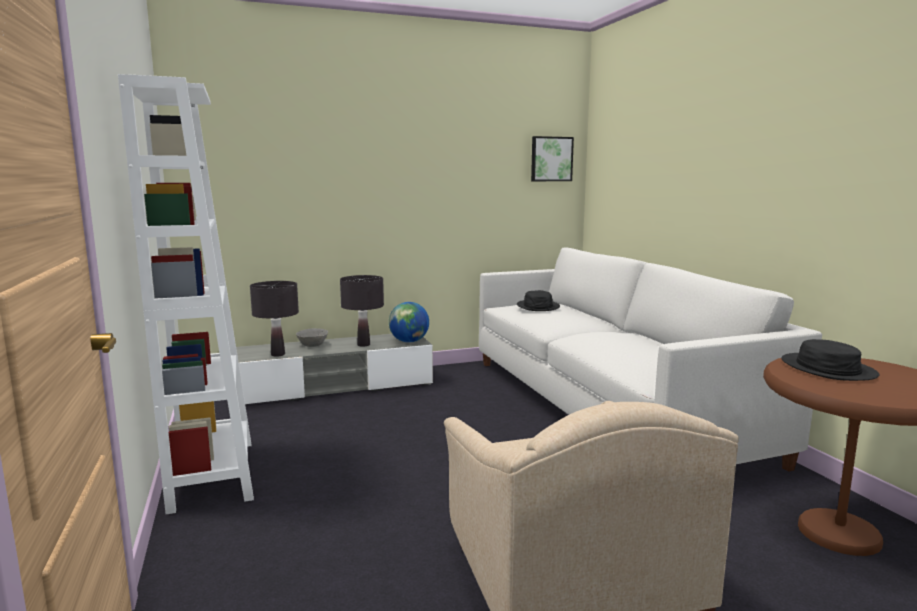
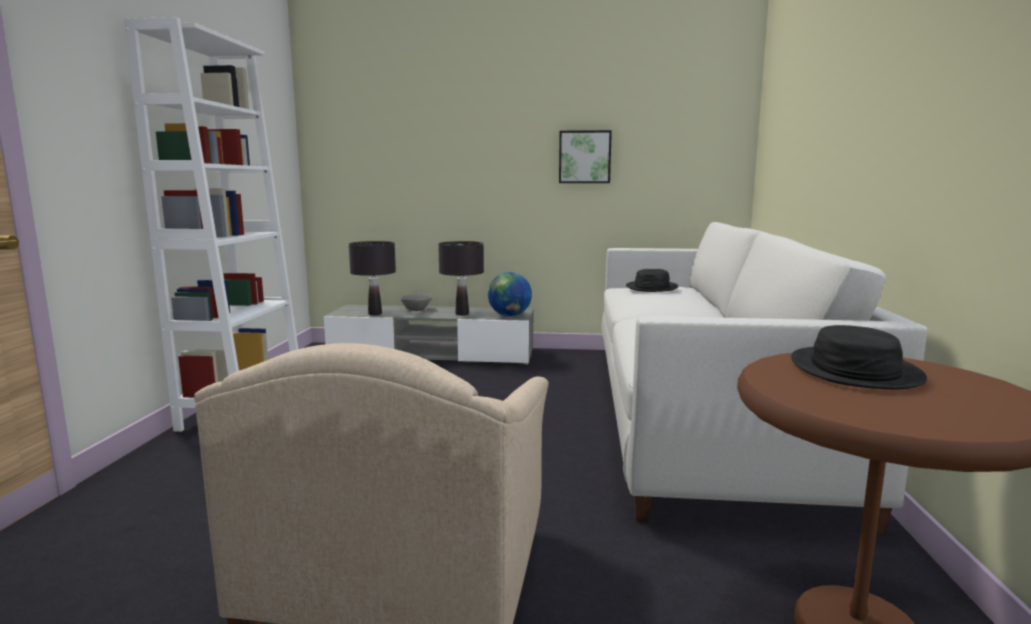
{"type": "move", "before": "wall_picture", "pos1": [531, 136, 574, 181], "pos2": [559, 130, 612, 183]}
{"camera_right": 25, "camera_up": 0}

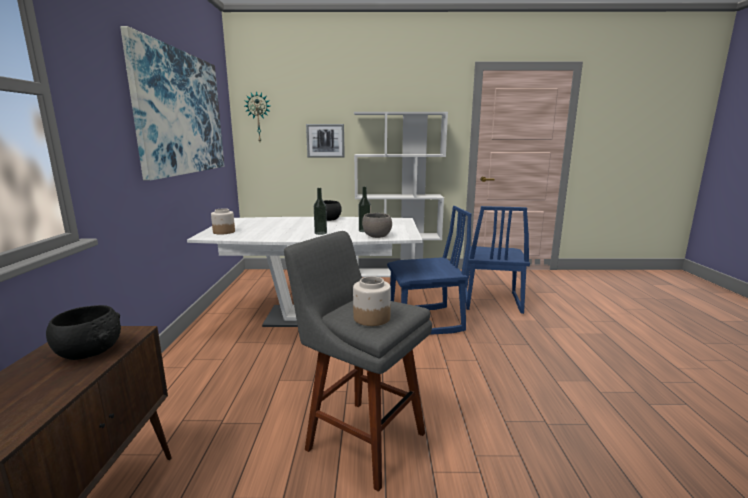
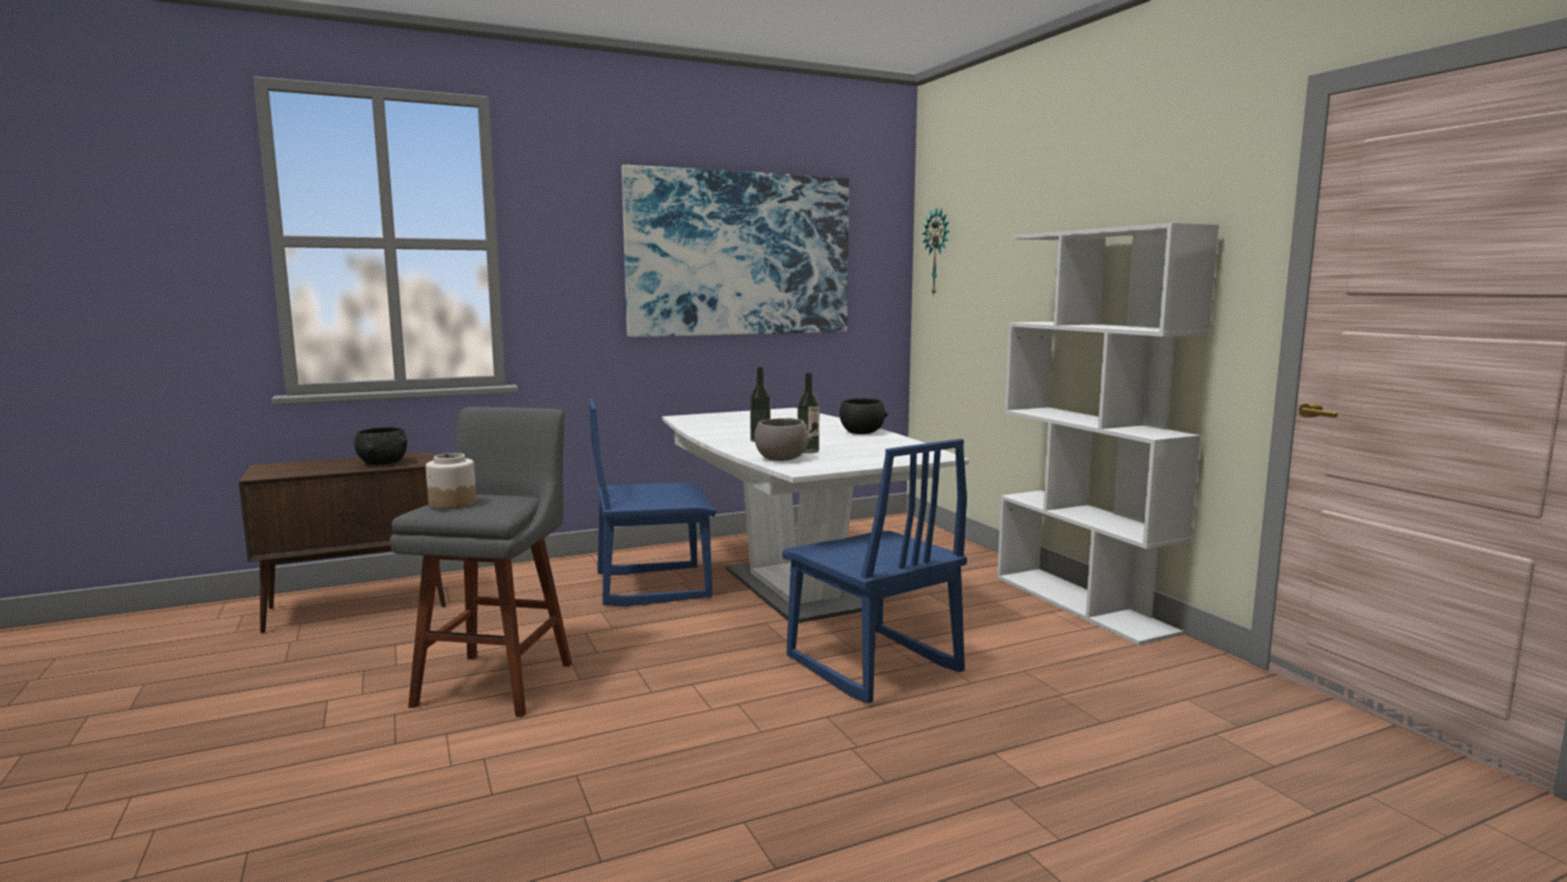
{"type": "delete", "before": "jar", "pos1": [211, 208, 235, 235]}
{"type": "delete", "before": "wall_picture", "pos1": [306, 124, 345, 158]}
{"type": "move", "before": "blue_chair", "pos1": [465, 206, 530, 314], "pos2": [589, 398, 716, 607]}
{"camera_right": 65, "camera_up": -5}

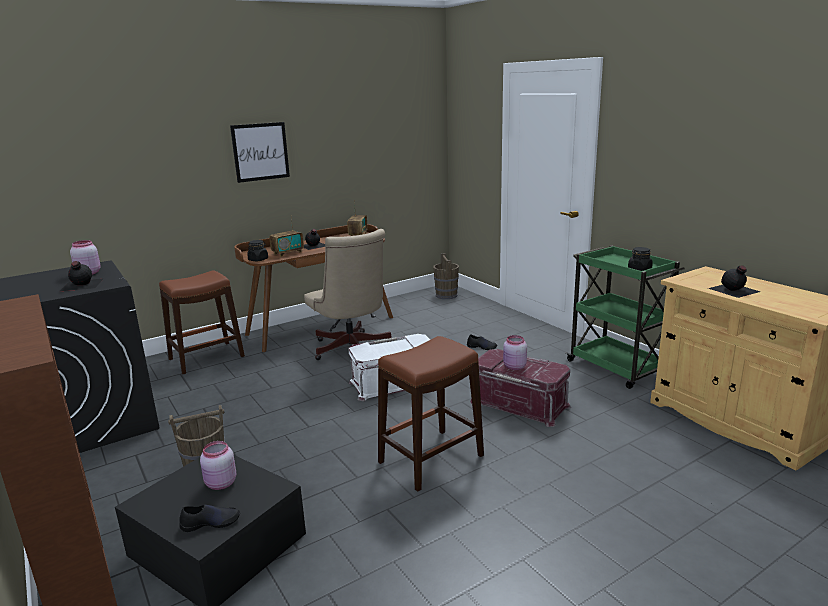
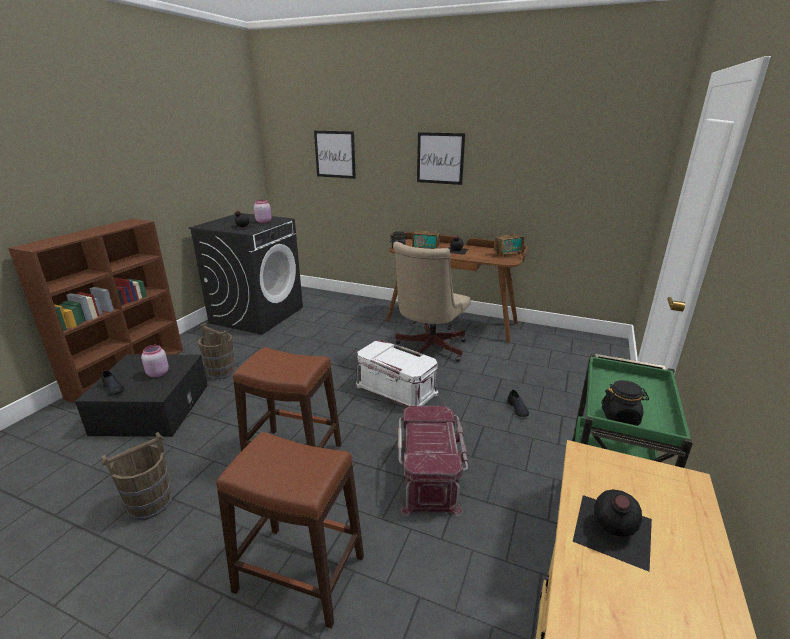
{"type": "move", "before": "brown_stool", "pos1": [159, 270, 245, 374], "pos2": [216, 432, 364, 629]}
{"type": "move", "before": "brown_pail", "pos1": [433, 253, 459, 299], "pos2": [102, 432, 172, 521]}
{"type": "delete", "before": "pinkish_jar", "pos1": [503, 335, 527, 370]}
{"type": "insert", "after": "wall_picture", "pos2": [314, 131, 356, 179]}
{"camera_right": 55, "camera_up": 5}

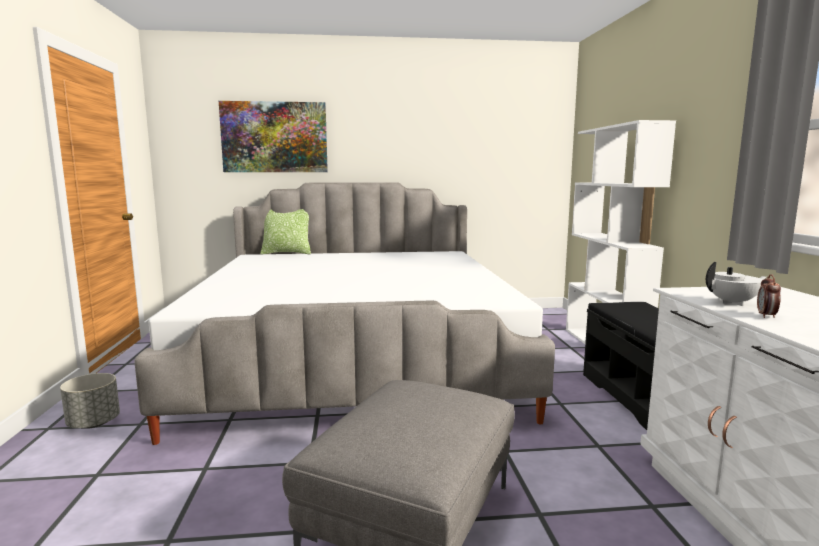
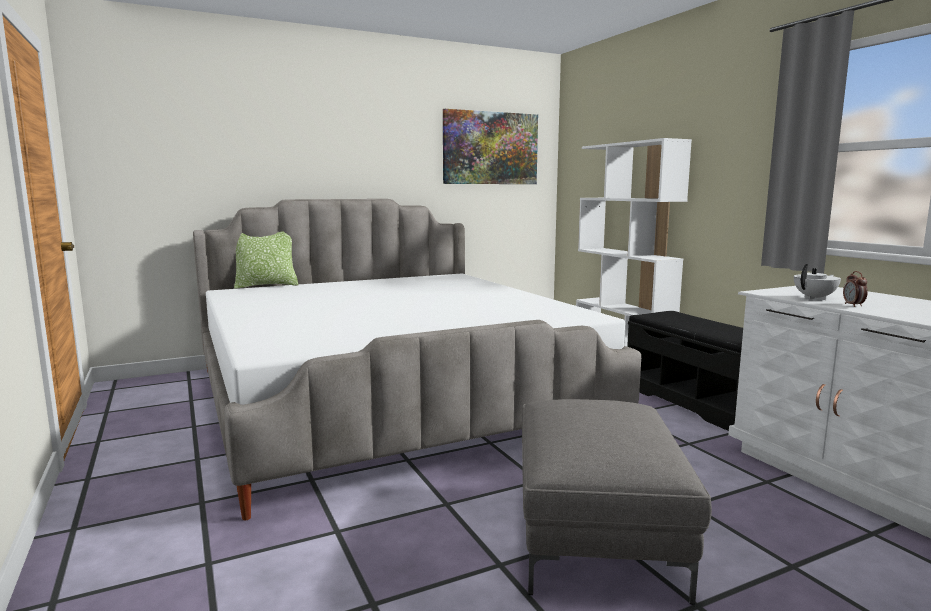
{"type": "delete", "before": "greyish_plant_pot", "pos1": [60, 373, 120, 429]}
{"type": "move", "before": "wall_picture", "pos1": [219, 101, 328, 172], "pos2": [443, 109, 538, 184]}
{"camera_right": -20, "camera_up": 0}

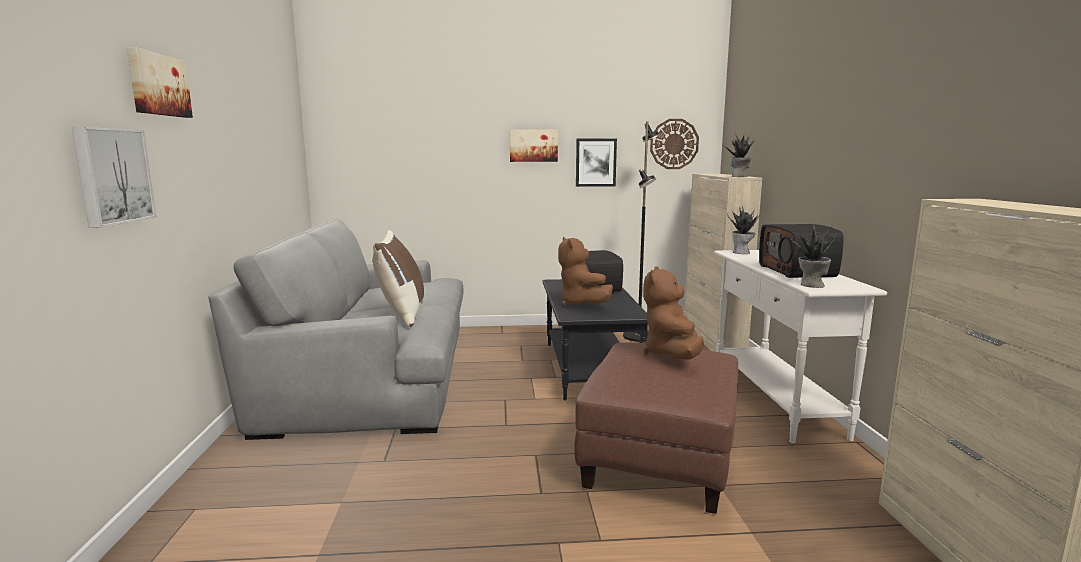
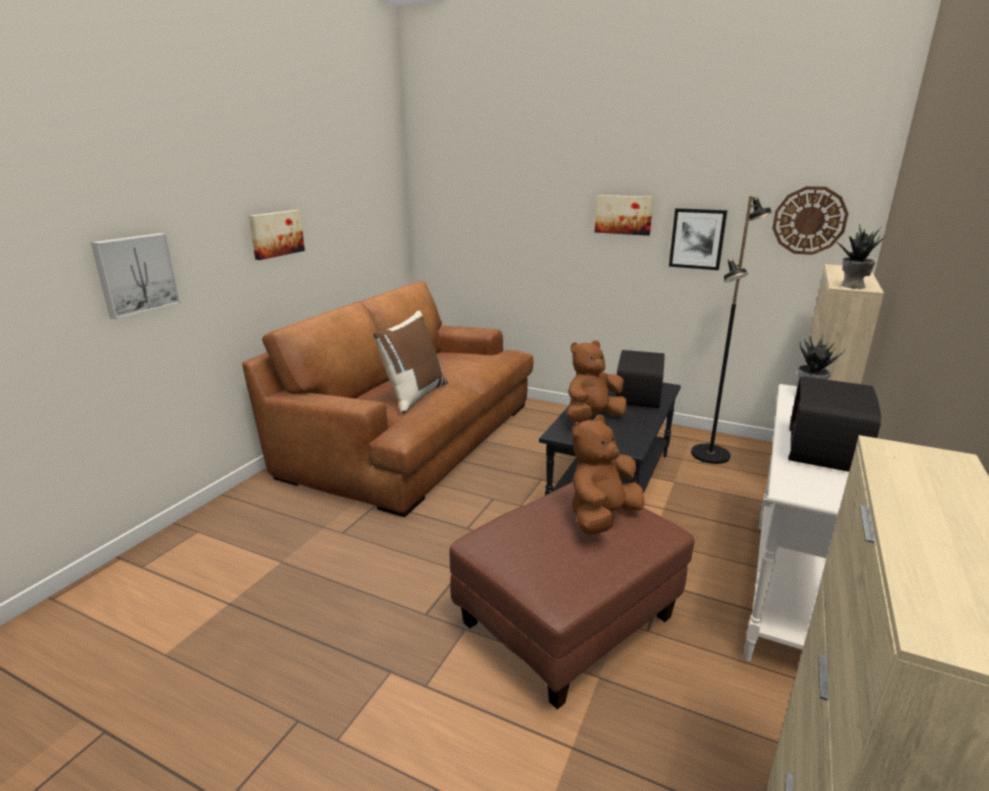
{"type": "move", "before": "wall_picture", "pos1": [127, 47, 193, 118], "pos2": [249, 210, 305, 260]}
{"type": "recolor", "before": "greyish_couch", "after": "brown_couch", "pos1": [208, 219, 463, 440], "pos2": [242, 281, 533, 517]}
{"type": "rotate", "before": "brown_plush_toy", "pos1": [558, 237, 613, 306], "pos2": [567, 340, 627, 422], "turn": 45}
{"type": "delete", "before": "plant_in_a_pot", "pos1": [790, 223, 836, 288]}
{"camera_right": 30, "camera_up": 10}

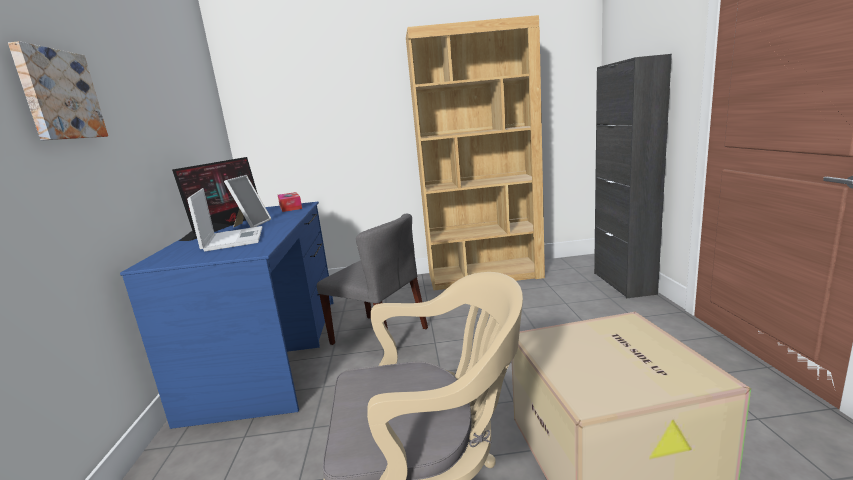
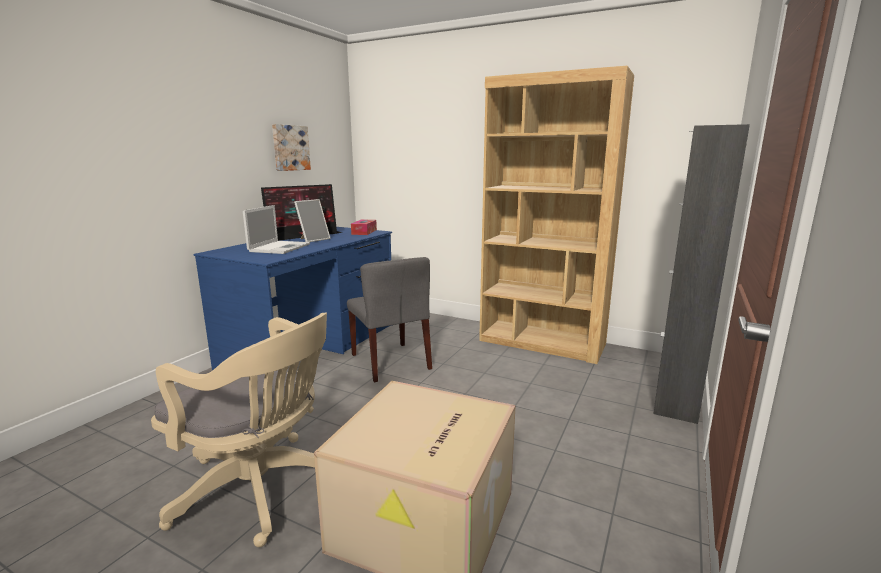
{"type": "move", "before": "wall_picture", "pos1": [8, 41, 108, 141], "pos2": [272, 124, 311, 171]}
{"camera_right": 30, "camera_up": 0}

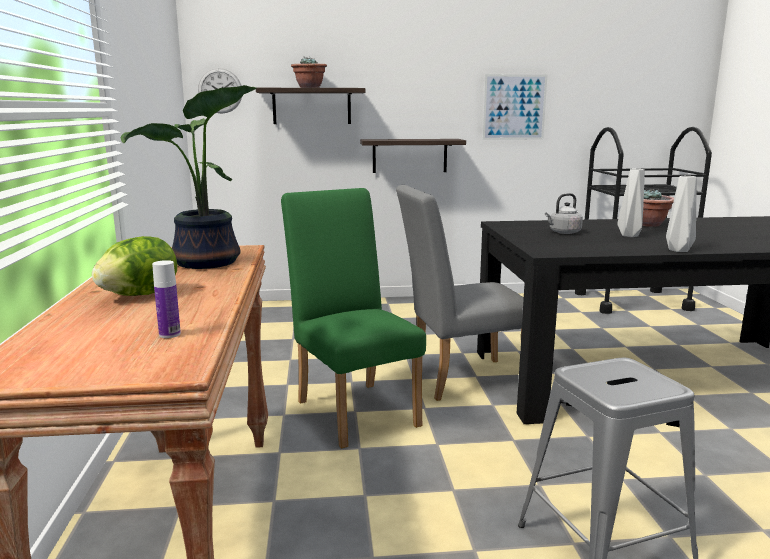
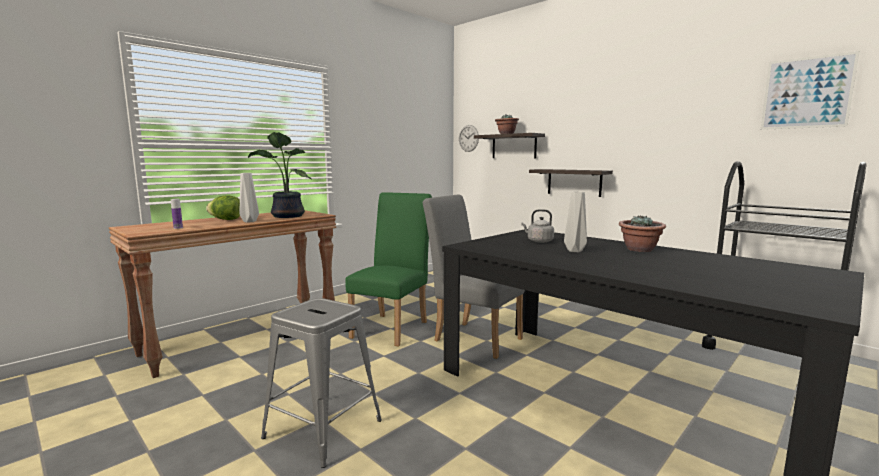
{"type": "move", "before": "wall_picture", "pos1": [483, 74, 547, 140], "pos2": [761, 51, 860, 130]}
{"type": "move", "before": "greyish_flower_vase", "pos1": [666, 176, 696, 252], "pos2": [240, 173, 259, 223]}
{"camera_right": 50, "camera_up": -5}

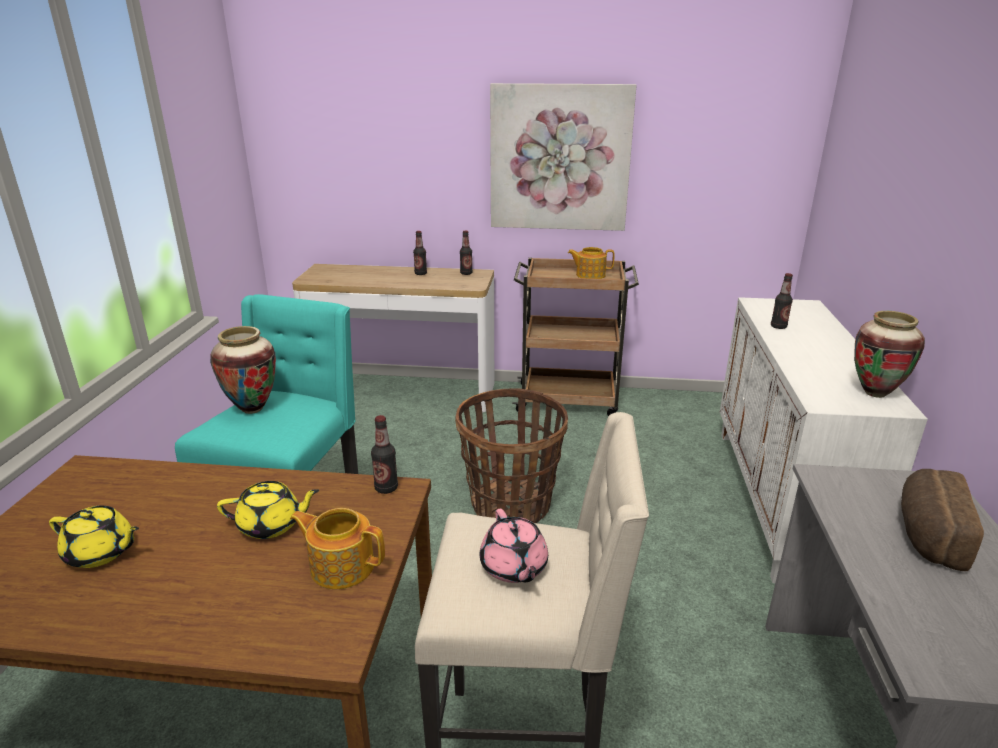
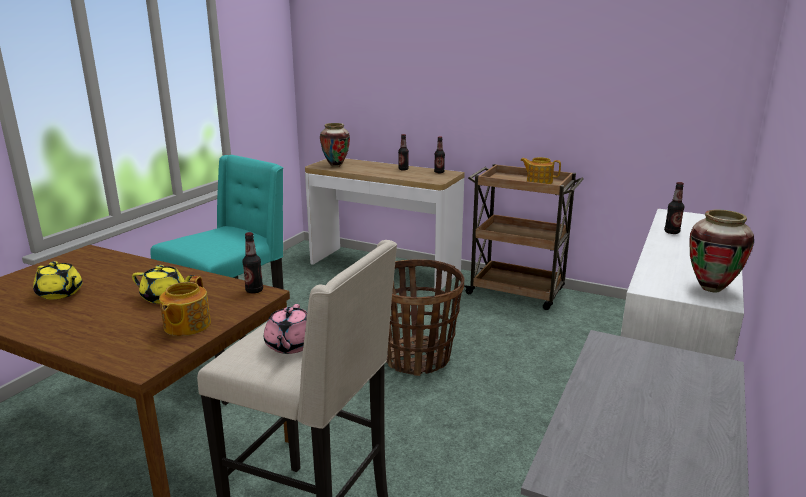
{"type": "move", "before": "flower_vase", "pos1": [210, 326, 276, 414], "pos2": [320, 123, 350, 167]}
{"type": "rotate", "before": "tea_pot", "pos1": [290, 508, 385, 589], "pos2": [159, 276, 211, 336], "turn": -120}
{"type": "delete", "before": "wall_picture", "pos1": [490, 83, 637, 231]}
{"type": "delete", "before": "bread", "pos1": [901, 469, 984, 571]}
{"camera_right": 20, "camera_up": -5}

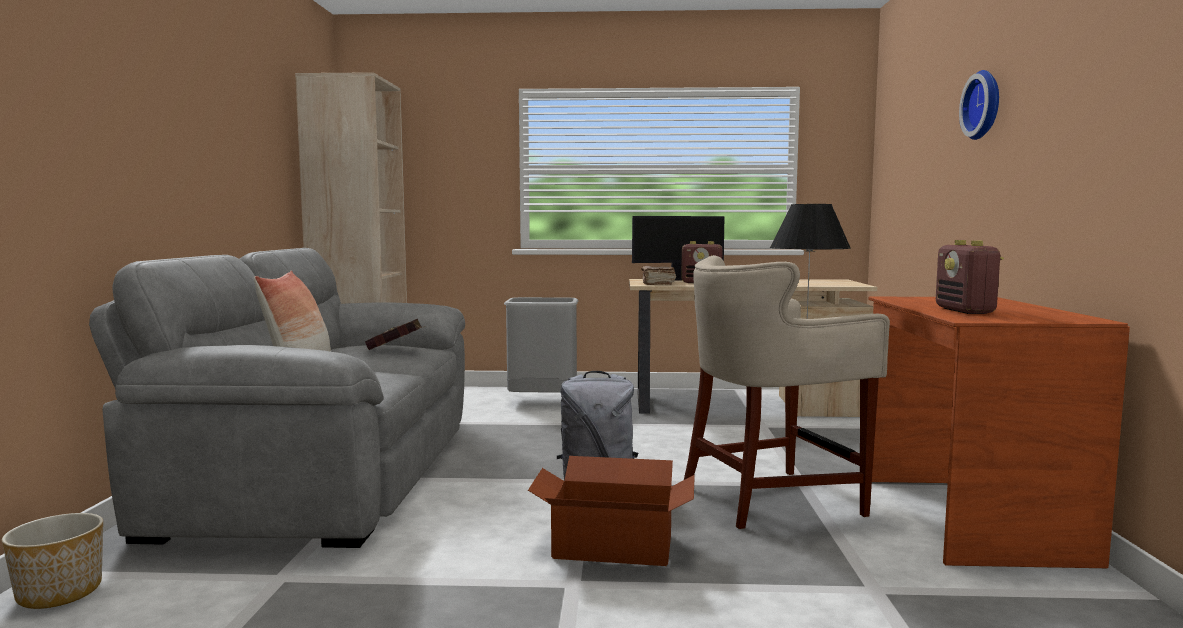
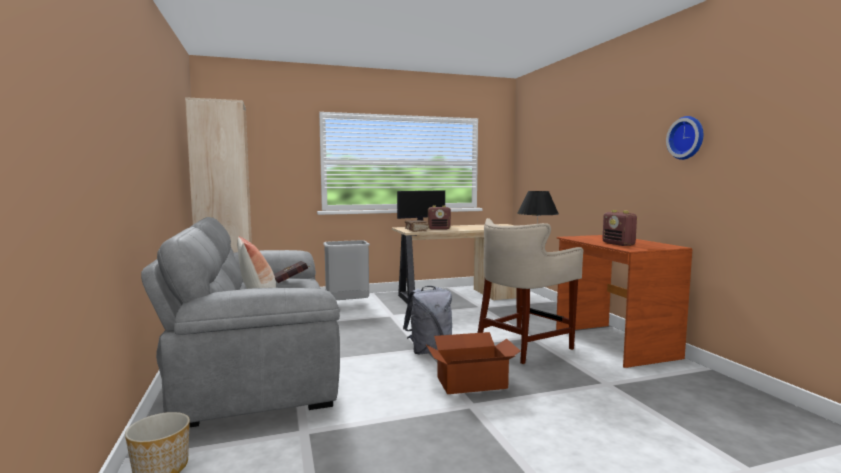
{"type": "move", "before": "wall_clock", "pos1": [959, 70, 999, 140], "pos2": [666, 116, 703, 160]}
{"camera_right": -20, "camera_up": 0}

